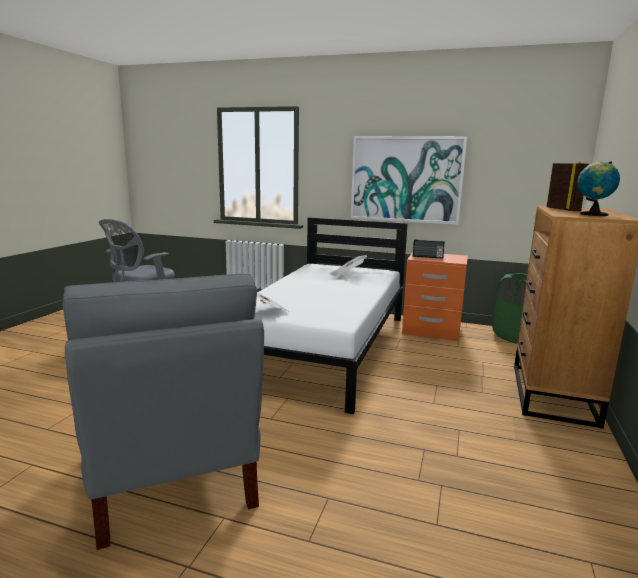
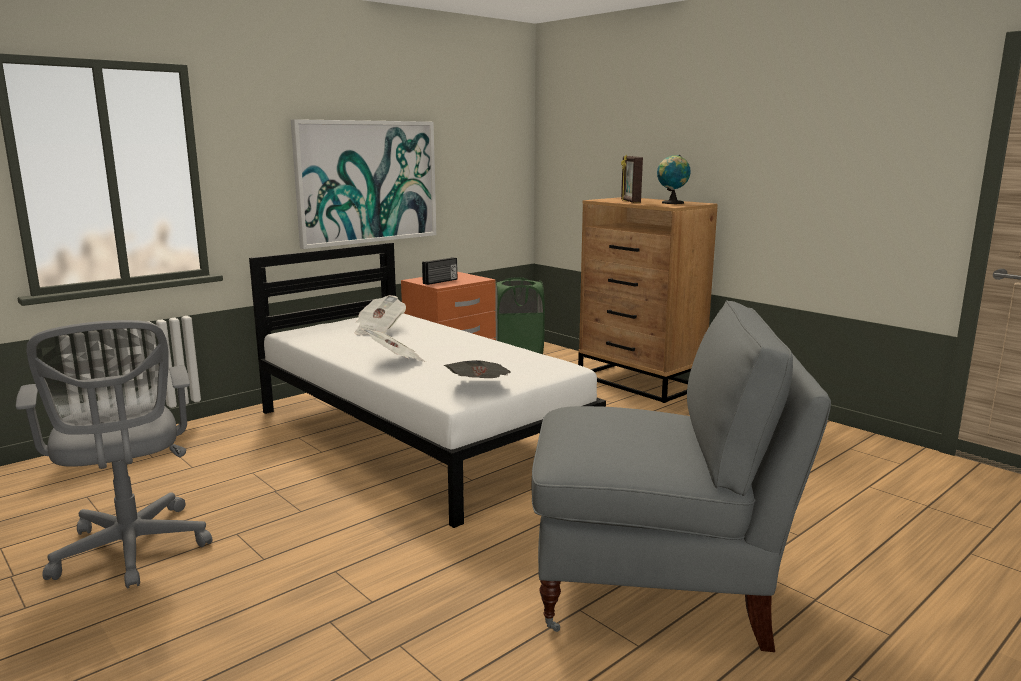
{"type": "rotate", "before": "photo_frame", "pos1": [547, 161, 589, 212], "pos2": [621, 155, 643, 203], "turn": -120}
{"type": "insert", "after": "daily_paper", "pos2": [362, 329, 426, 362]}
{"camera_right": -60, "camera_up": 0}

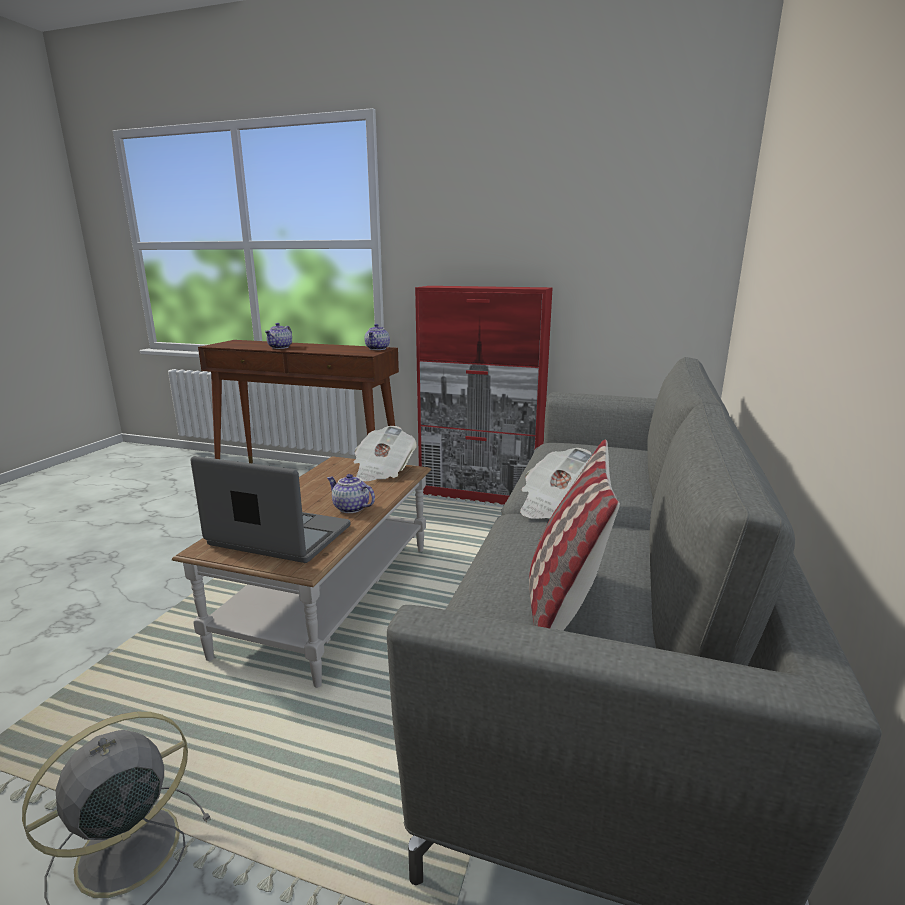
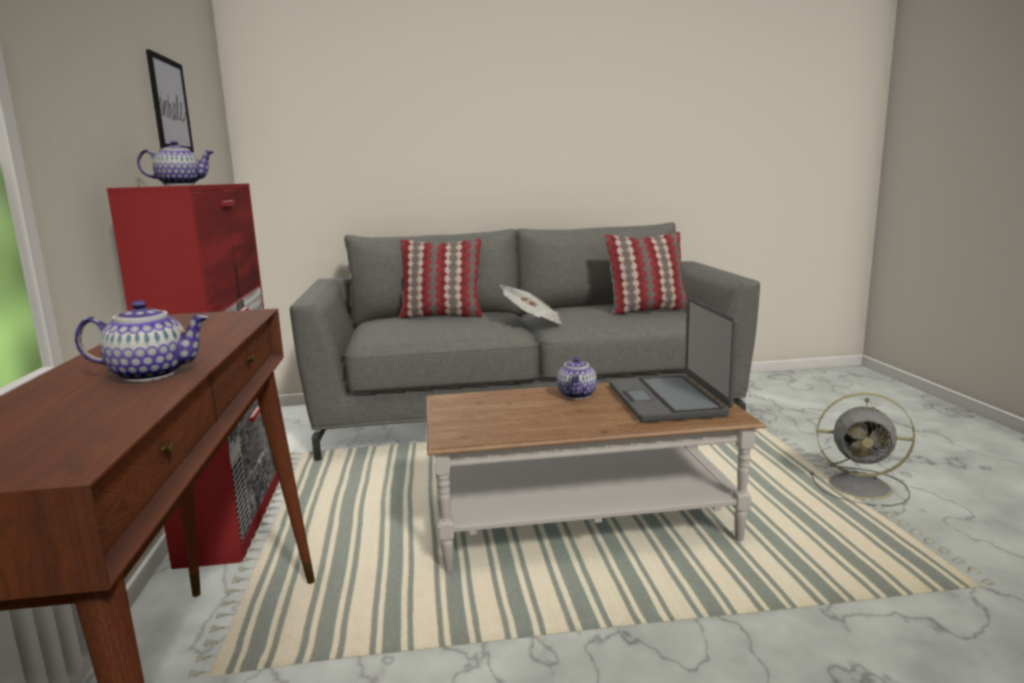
{"type": "delete", "before": "daily_paper", "pos1": [354, 426, 416, 481]}
{"type": "move", "before": "tea_pot", "pos1": [365, 324, 390, 350], "pos2": [137, 141, 213, 185]}
{"type": "insert", "after": "wall_picture", "pos2": [146, 49, 194, 152]}
{"type": "insert", "after": "cushion", "pos2": [399, 238, 482, 319]}
{"camera_right": -115, "camera_up": -5}

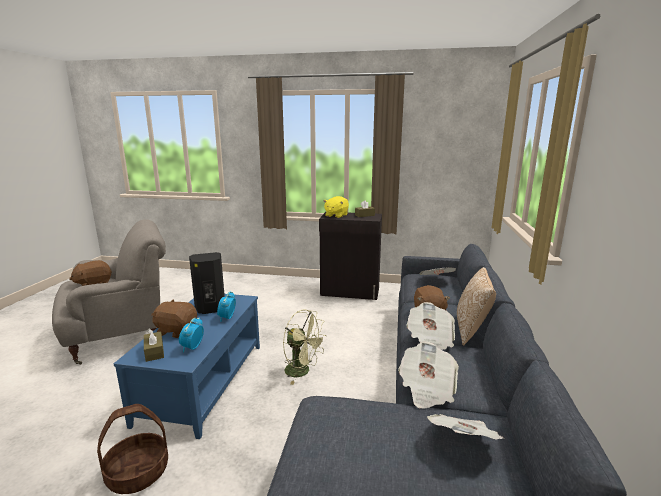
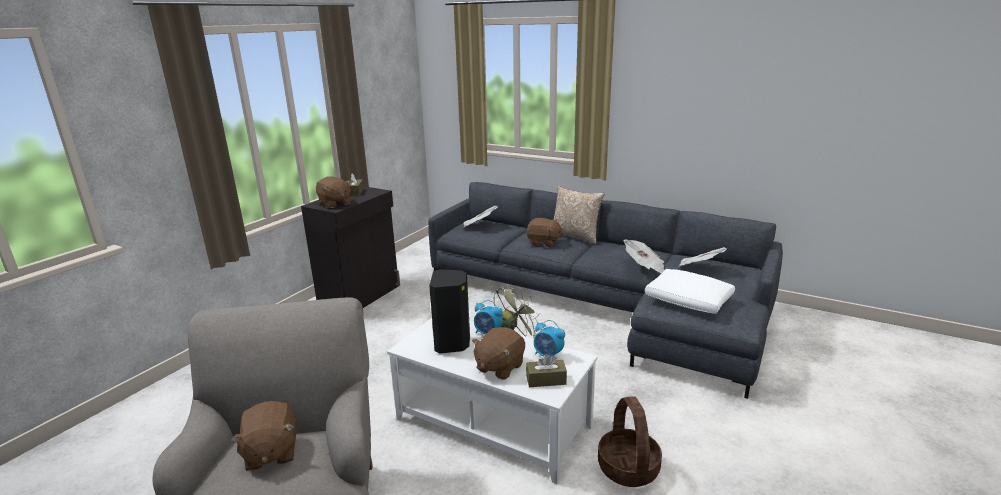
{"type": "recolor", "before": "blue_coffee_table", "after": "white-coloured_coffee_table", "pos1": [114, 294, 260, 439], "pos2": [387, 318, 597, 484]}
{"type": "recolor", "before": "yellow-coloured_plush_toy", "after": "brown_plush_toy", "pos1": [323, 196, 349, 218], "pos2": [316, 177, 351, 208]}
{"type": "delete", "before": "daily_paper", "pos1": [406, 302, 455, 350]}
{"type": "insert", "after": "white-coloured_cushion", "pos2": [645, 269, 735, 314]}
{"camera_right": -70, "camera_up": 5}

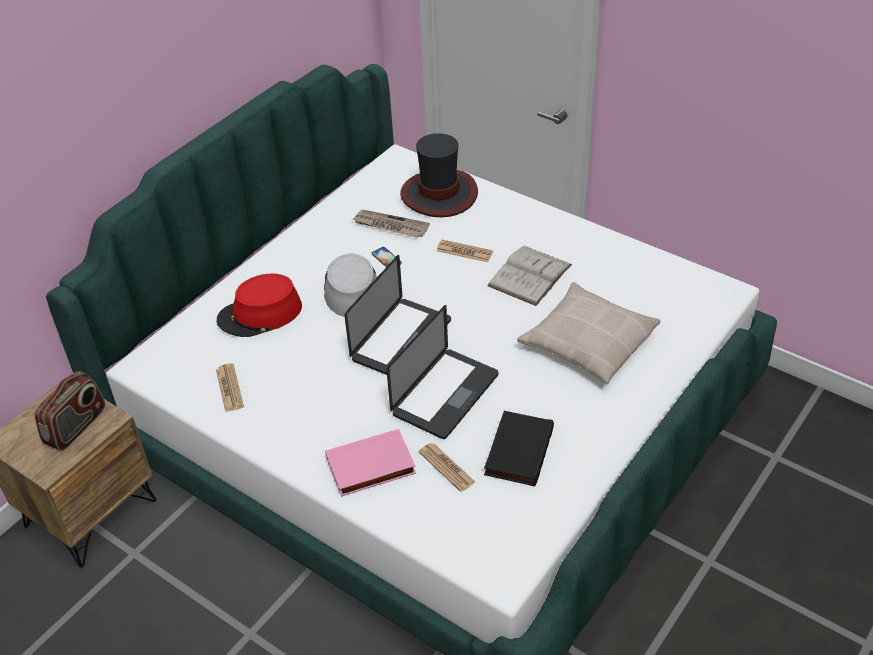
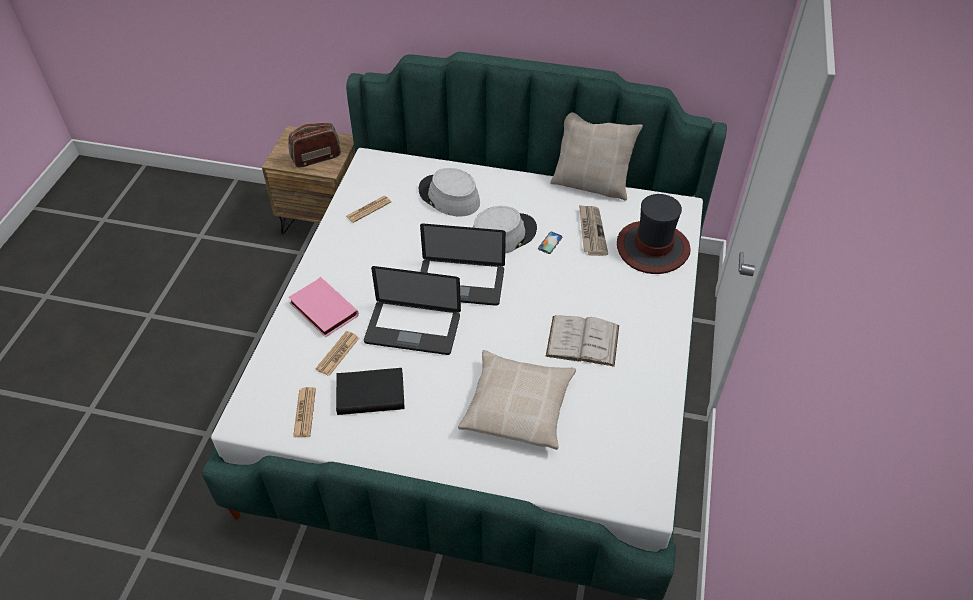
{"type": "rotate", "before": "radio_receiver", "pos1": [34, 371, 105, 451], "pos2": [288, 122, 341, 168], "turn": 150}
{"type": "recolor", "before": "red-coloured_hat", "after": "greyish_hat", "pos1": [217, 273, 302, 337], "pos2": [419, 168, 480, 217]}
{"type": "move", "before": "daily_paper", "pos1": [437, 240, 493, 262], "pos2": [293, 387, 316, 437]}
{"type": "insert", "after": "sand-coloured_cushion", "pos2": [550, 112, 643, 201]}
{"camera_right": 65, "camera_up": 5}

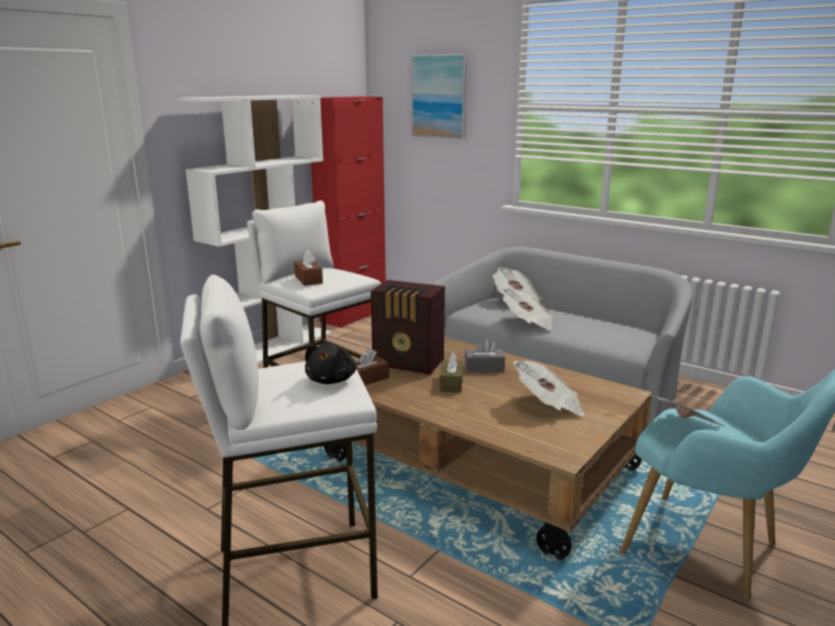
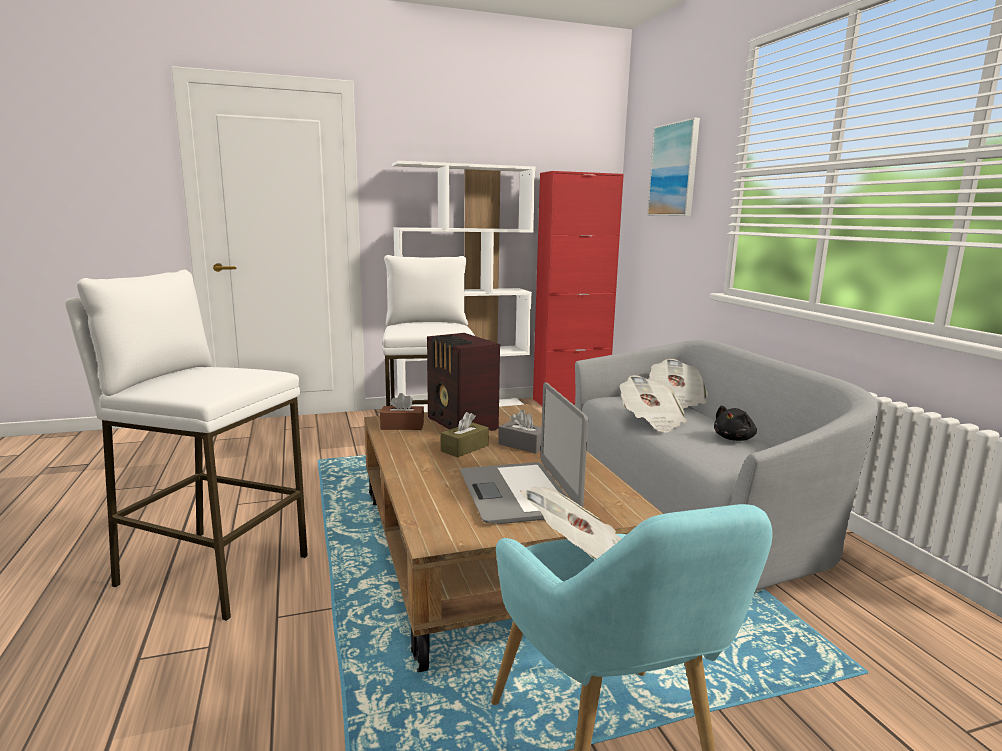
{"type": "delete", "before": "brown_tissue_holder", "pos1": [294, 250, 323, 286]}
{"type": "move", "before": "blackish_plush_toy", "pos1": [305, 343, 357, 384], "pos2": [714, 406, 757, 441]}
{"type": "replace", "before": "daily_paper", "after": "notebook_computer", "pos1": [513, 361, 585, 416], "pos2": [460, 382, 588, 524]}
{"camera_right": 35, "camera_up": -5}

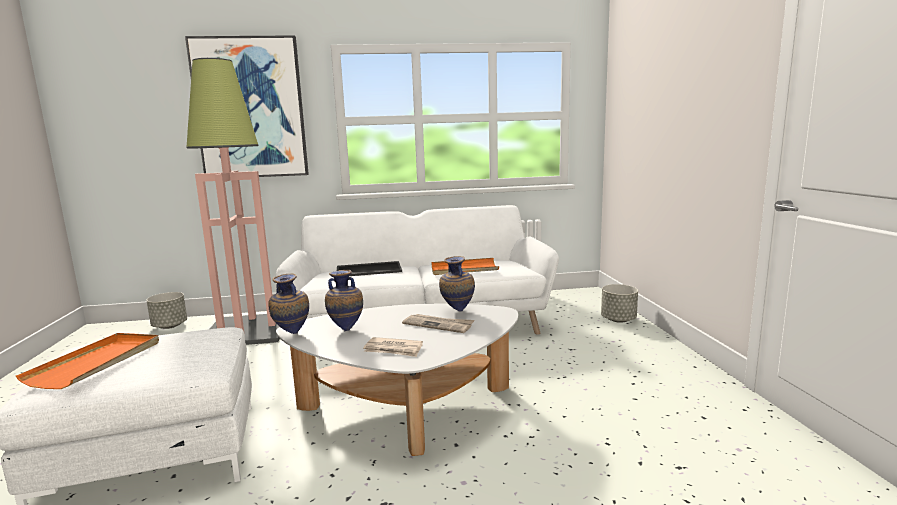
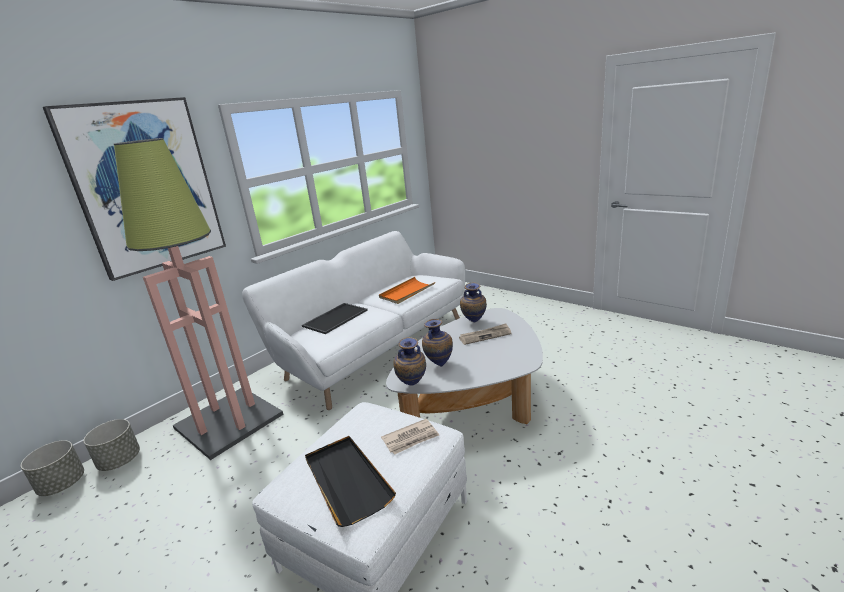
{"type": "recolor", "before": "orange_carrying_tray", "after": "blackish_carrying_tray", "pos1": [16, 333, 159, 389], "pos2": [305, 436, 396, 527]}
{"type": "move", "before": "daily_paper", "pos1": [363, 337, 423, 357], "pos2": [381, 419, 439, 455]}
{"type": "move", "before": "greyish_plant_pot", "pos1": [601, 284, 638, 323], "pos2": [21, 440, 84, 496]}
{"camera_right": -40, "camera_up": 10}

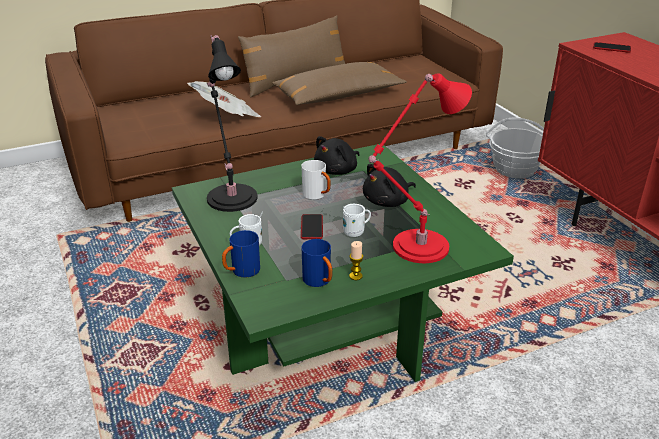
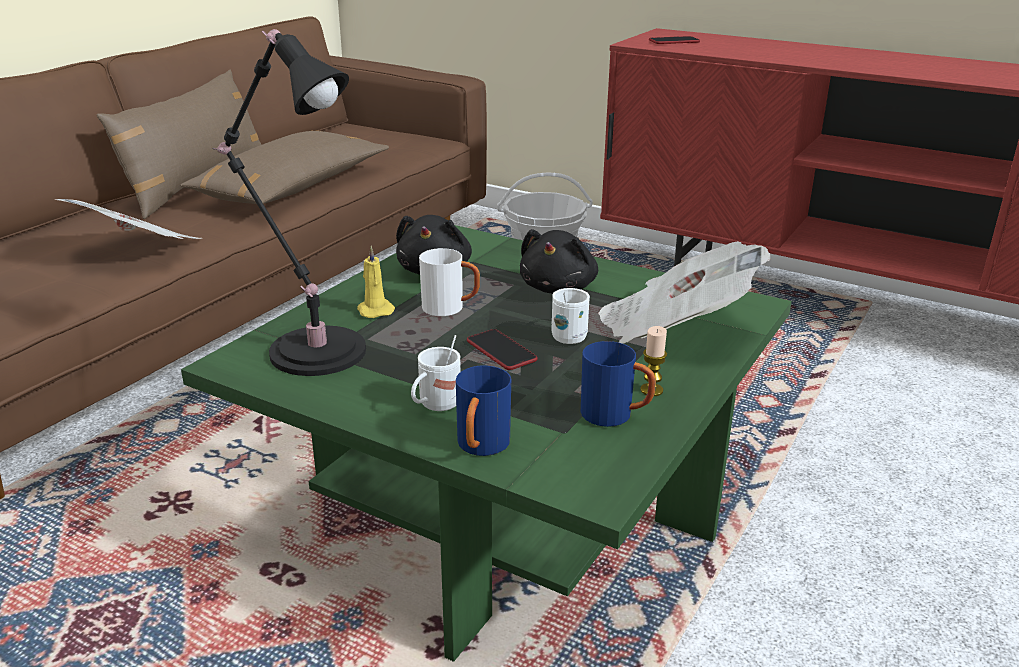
{"type": "replace", "before": "red-coloured_table_lamp", "after": "daily_paper", "pos1": [368, 73, 472, 263], "pos2": [598, 241, 771, 344]}
{"type": "insert", "after": "yellow-coloured_wax_light", "pos2": [357, 246, 395, 318]}
{"camera_right": -35, "camera_up": -5}

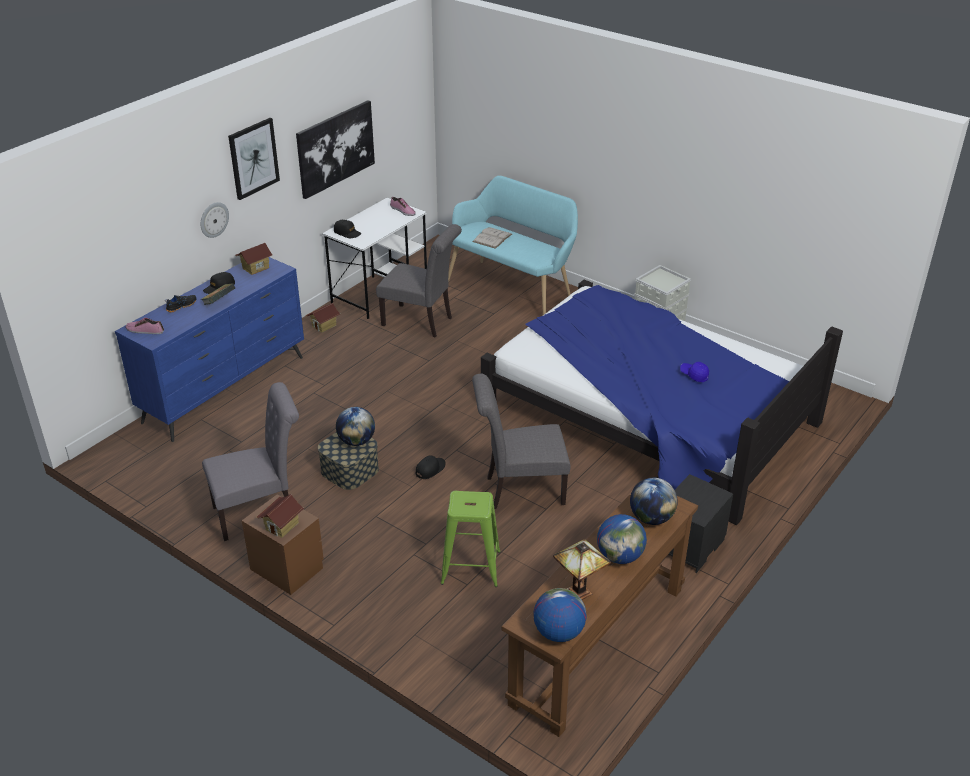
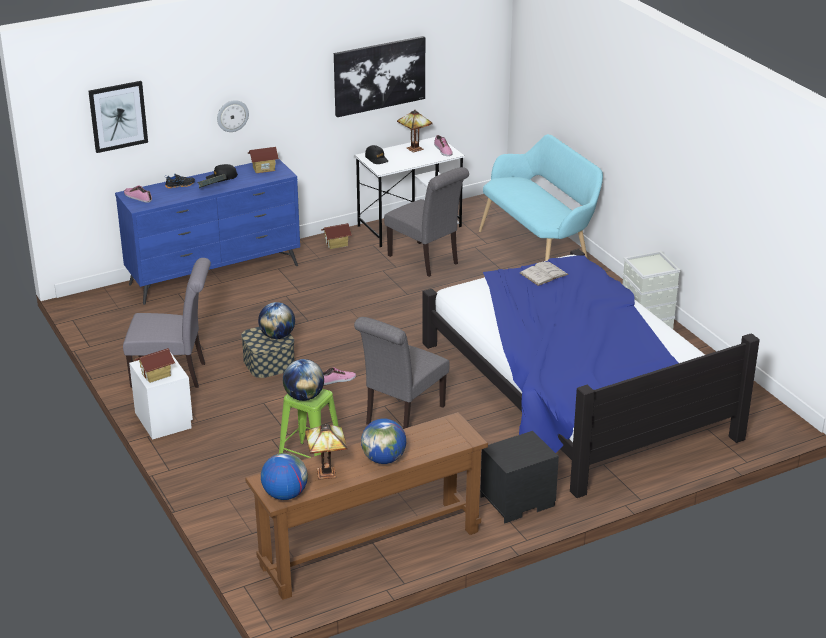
{"type": "move", "before": "wall_picture", "pos1": [228, 118, 280, 200], "pos2": [88, 81, 148, 153]}
{"type": "recolor", "before": "brown_nightstand", "after": "white-coloured_nightstand", "pos1": [242, 495, 324, 595], "pos2": [129, 352, 193, 440]}
{"type": "replace", "before": "blackish_peaked_cap", "after": "low_shoe", "pos1": [416, 456, 445, 479], "pos2": [323, 368, 356, 385]}
{"type": "rotate", "before": "greyish_chair", "pos1": [472, 374, 570, 509], "pos2": [354, 317, 450, 429], "turn": -75}
{"type": "move", "before": "white-coloured_volume", "pos1": [473, 227, 512, 249], "pos2": [520, 262, 569, 286]}
{"type": "move", "before": "globe", "pos1": [630, 478, 678, 525], "pos2": [283, 359, 324, 401]}
{"type": "delete", "before": "blue_peaked_cap", "pos1": [680, 362, 709, 382]}
{"type": "insert", "after": "table_lamp", "pos2": [397, 110, 433, 153]}
{"camera_right": 25, "camera_up": -5}

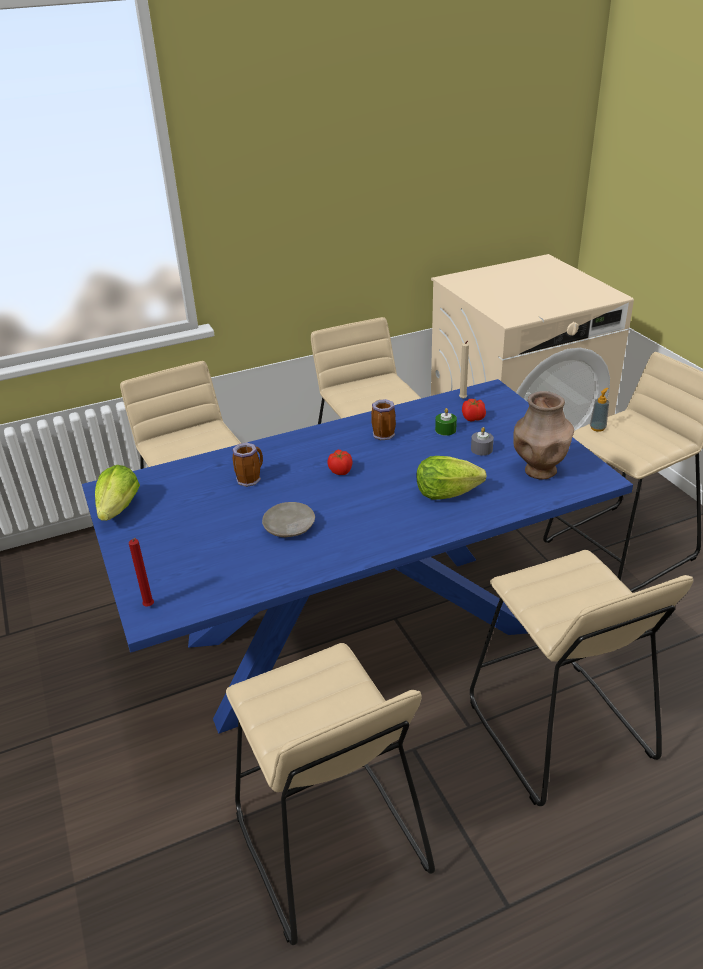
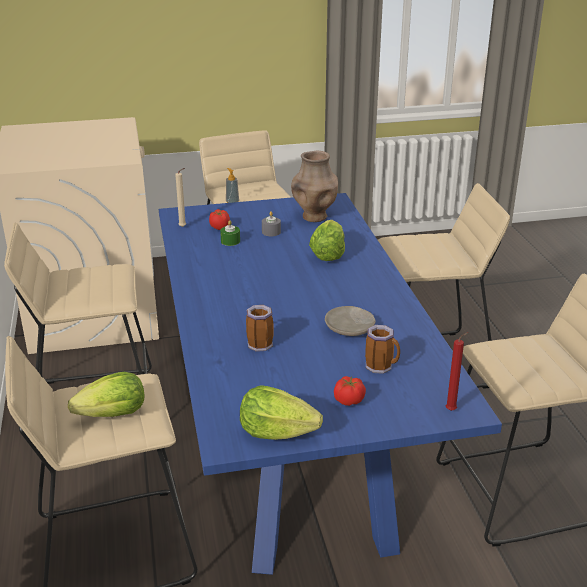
{"type": "move", "before": "whole_tomato", "pos1": [327, 450, 353, 475], "pos2": [334, 376, 366, 406]}
{"type": "move", "before": "mug", "pos1": [371, 399, 396, 440], "pos2": [365, 325, 400, 374]}
{"type": "insert", "after": "head_of_lettuce", "pos2": [68, 372, 144, 417]}
{"camera_right": -80, "camera_up": -5}

